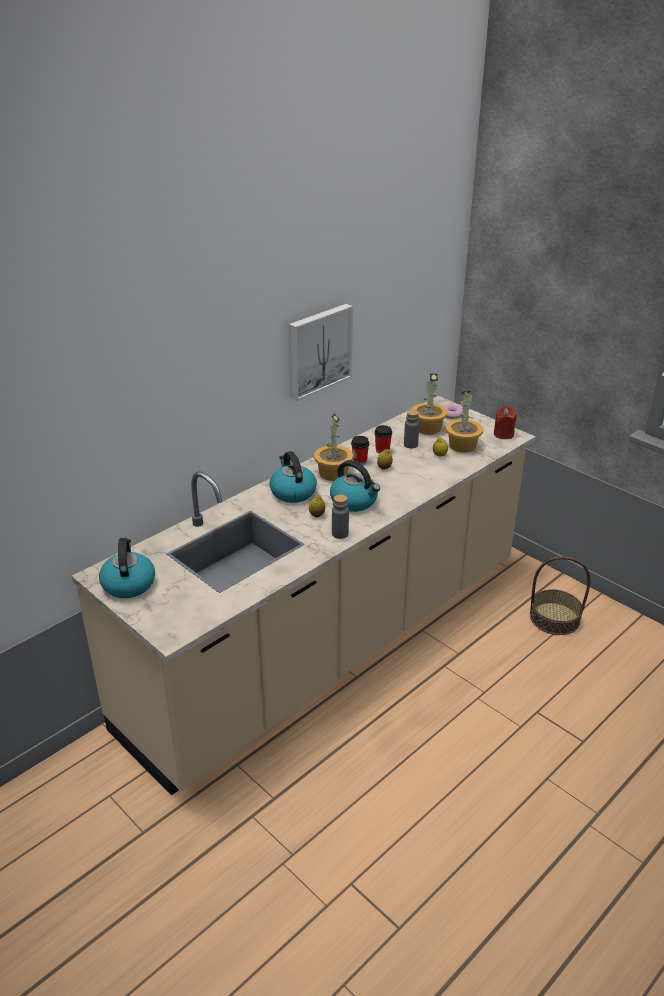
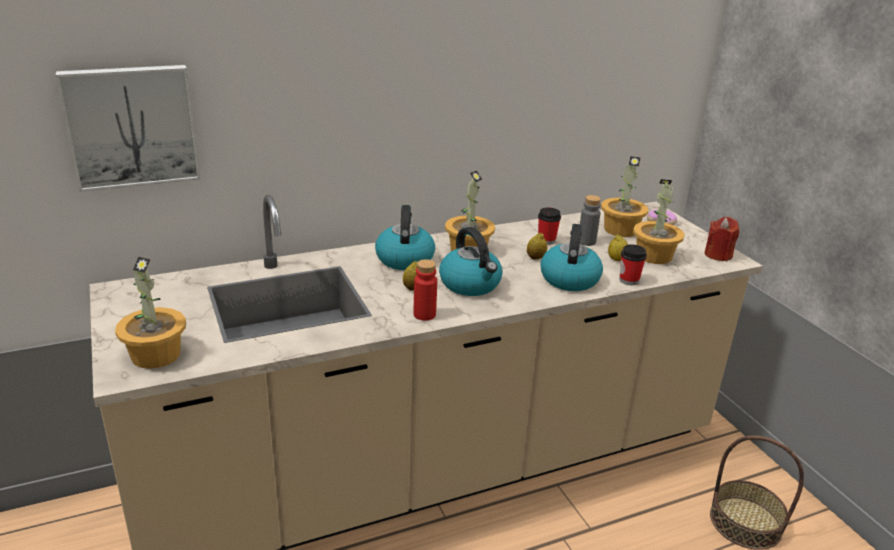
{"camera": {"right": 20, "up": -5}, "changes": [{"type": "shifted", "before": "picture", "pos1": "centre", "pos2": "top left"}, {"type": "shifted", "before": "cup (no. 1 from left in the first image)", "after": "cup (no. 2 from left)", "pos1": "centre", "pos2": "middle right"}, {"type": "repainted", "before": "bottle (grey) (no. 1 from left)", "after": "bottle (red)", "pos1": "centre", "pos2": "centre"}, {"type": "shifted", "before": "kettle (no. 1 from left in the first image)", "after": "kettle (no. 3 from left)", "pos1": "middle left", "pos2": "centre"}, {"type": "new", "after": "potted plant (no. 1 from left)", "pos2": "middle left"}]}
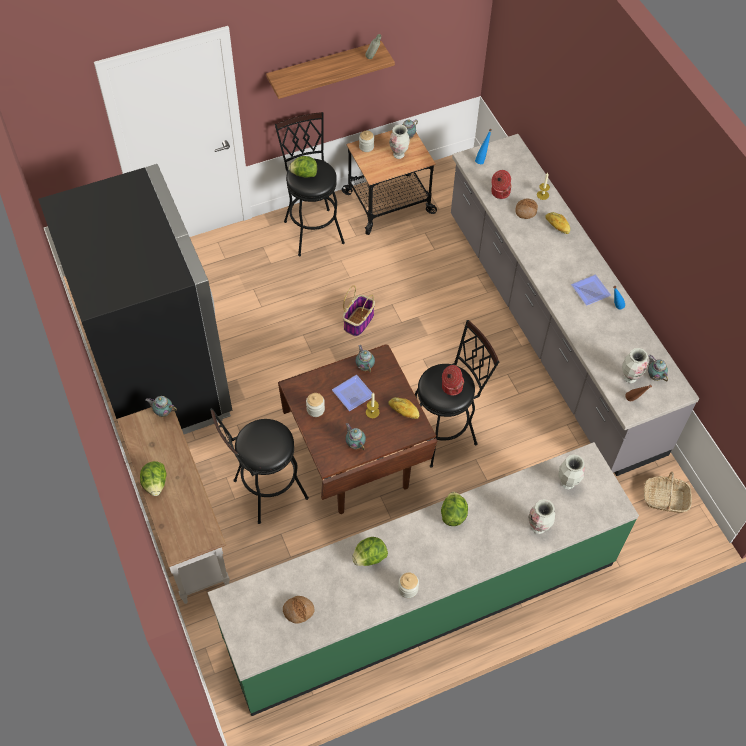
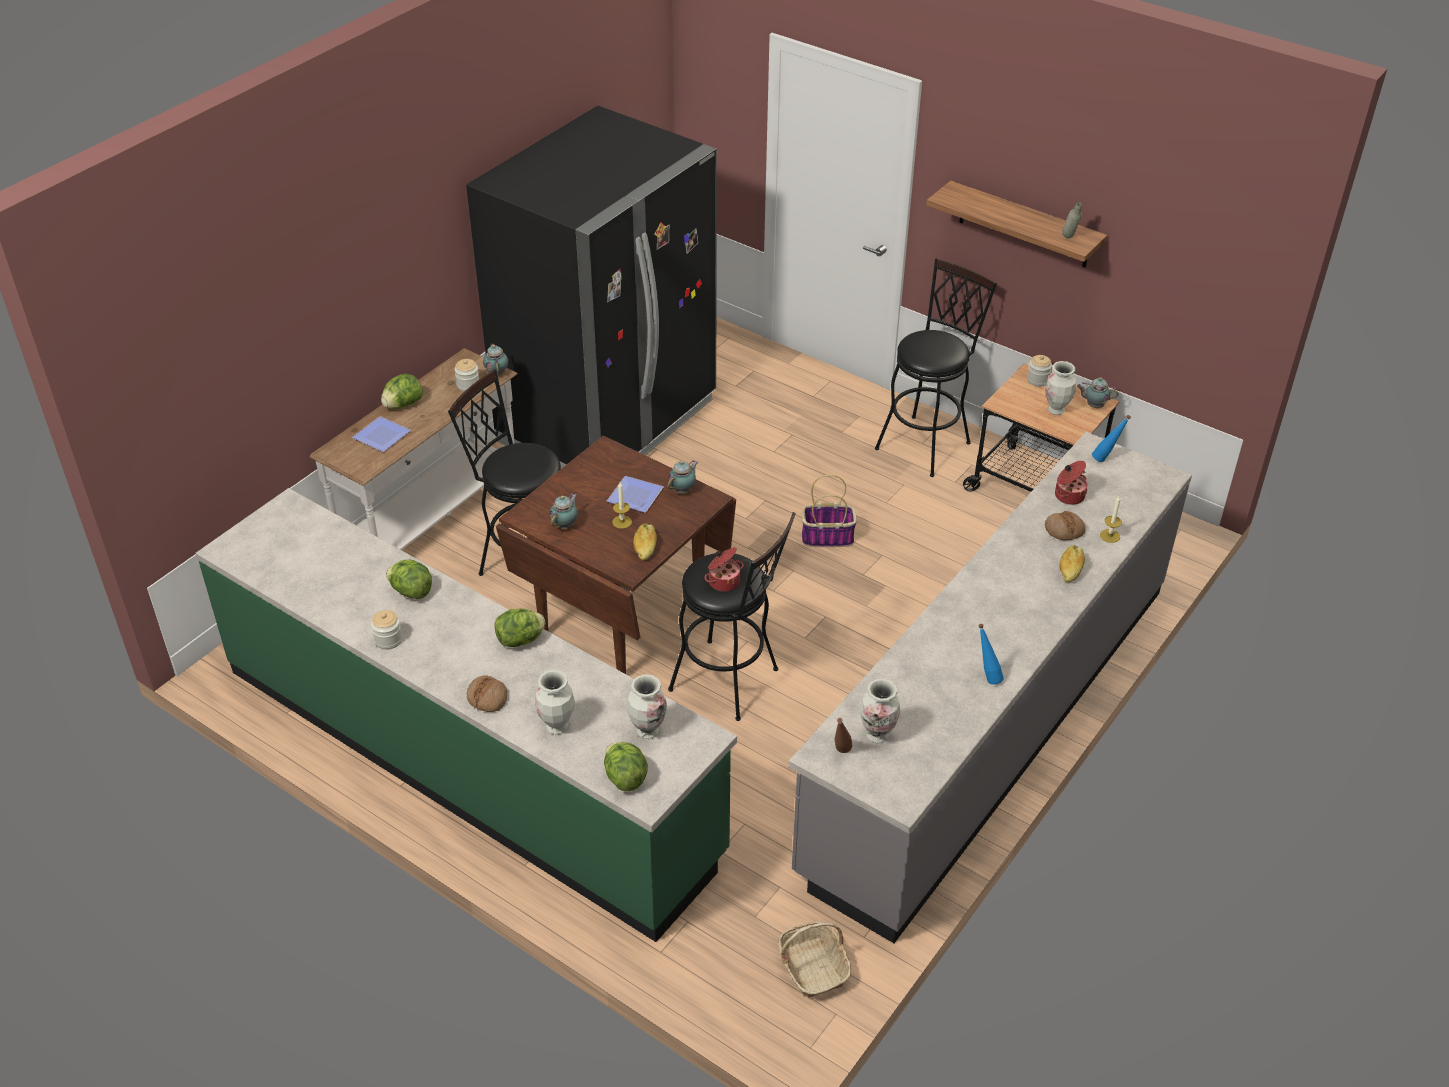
{"camera": {"right": 60, "up": -15}, "changes": [{"type": "shifted", "before": "lettuce (no. 2 from left in the first image)", "after": "lettuce (no. 4 from left)", "pos1": "top centre", "pos2": "bottom centre"}, {"type": "shifted", "before": "plate (no. 2 from left in the first image)", "after": "plate (no. 1 from left)", "pos1": "middle right", "pos2": "middle left"}, {"type": "gone", "before": "teapot (no. 5 from left)", "pos1": "middle right"}, {"type": "shifted", "before": "jar (no. 1 from left in the first image)", "after": "jar (no. 2 from left)", "pos1": "centre", "pos2": "middle left"}, {"type": "shifted", "before": "bread (no. 1 from left)", "pos1": "bottom centre", "pos2": "centre"}]}
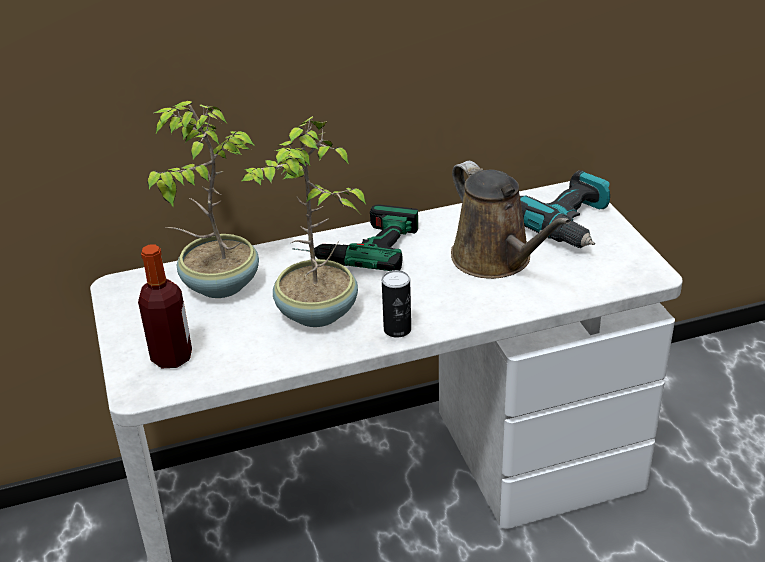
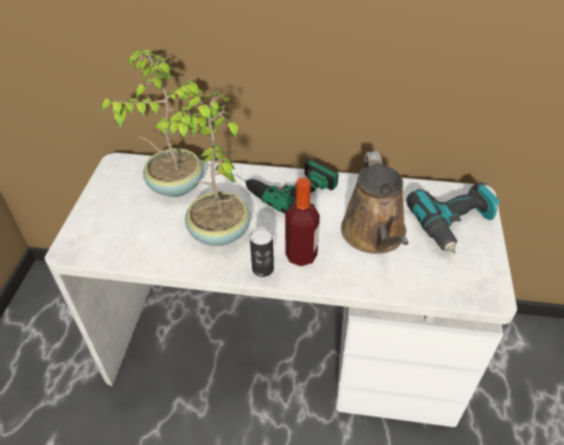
{"camera": {"right": 25, "up": 10}, "changes": [{"type": "shifted", "before": "bottle", "pos1": "middle left", "pos2": "centre"}]}
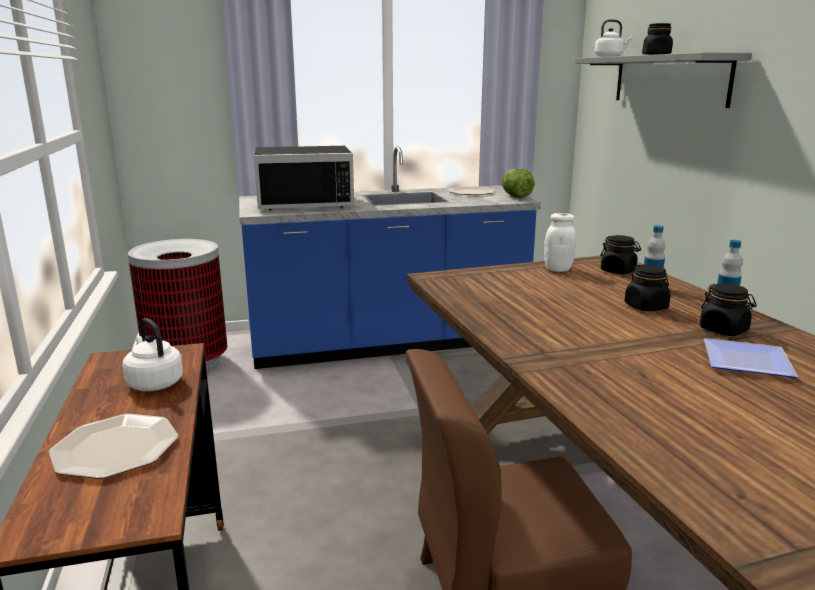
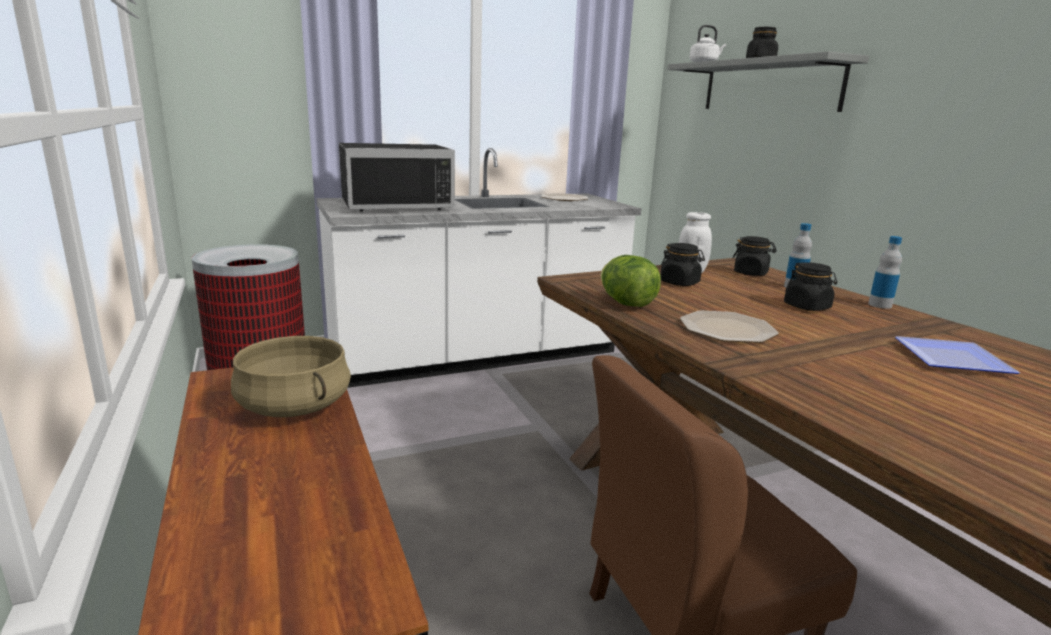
{"camera": {"right": -10, "up": 0}, "changes": [{"type": "repainted", "before": "counter (blue)", "after": "counter (white)", "pos1": "centre", "pos2": "centre"}, {"type": "shifted", "before": "lettuce", "pos1": "top centre", "pos2": "centre"}, {"type": "shifted", "before": "jar (black) (no. 4 from left in the first image)", "after": "jar (black) (no. 1 from left)", "pos1": "middle right", "pos2": "centre"}, {"type": "swapped", "before": "kettle (white) (no. 1 from left)", "after": "cooking pot (beige)", "pos1": "middle left", "pos2": "middle left"}, {"type": "shifted", "before": "plate (no. 1 from left in the first image)", "after": "plate (no. 2 from left)", "pos1": "bottom left", "pos2": "middle right"}]}
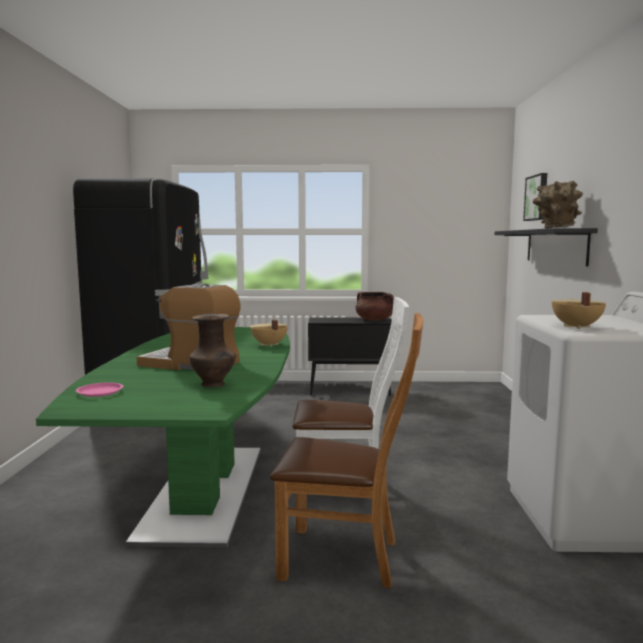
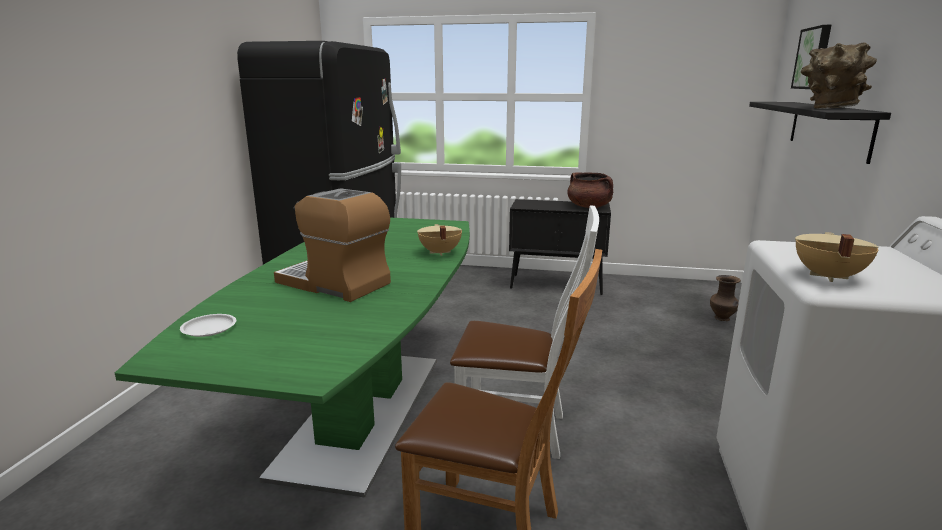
{"camera": {"right": 10, "up": 10}, "changes": [{"type": "shifted", "before": "vase (brown) (no. 1 from left)", "pos1": "middle left", "pos2": "middle right"}, {"type": "repainted", "before": "plate (pink)", "after": "plate (white)", "pos1": "middle left", "pos2": "middle left"}]}
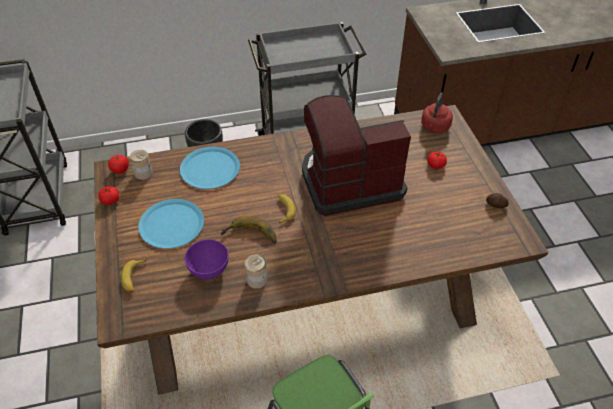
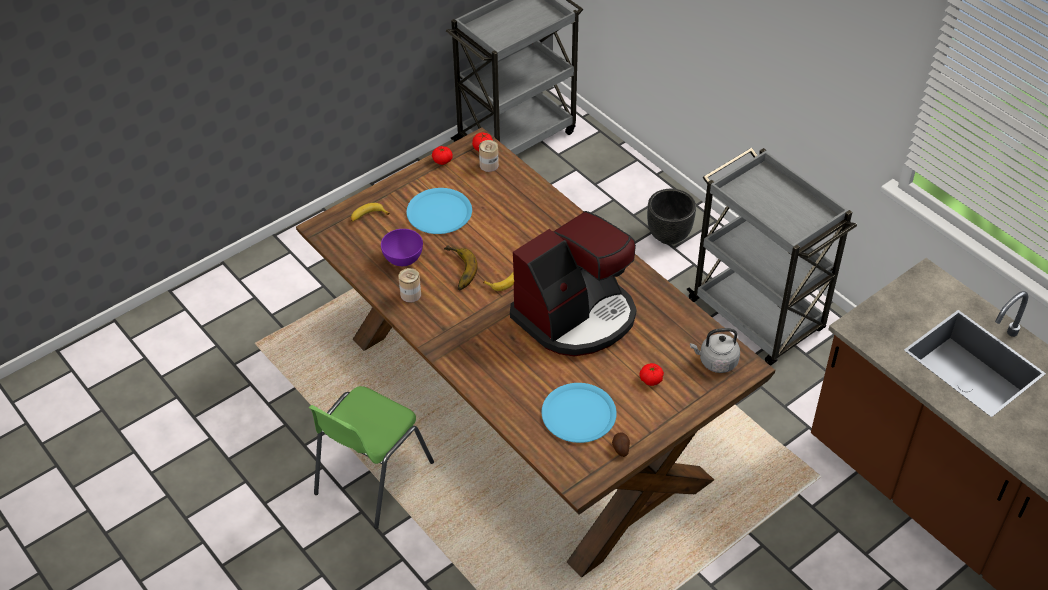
{"camera": {"right": 65, "up": 0}, "changes": [{"type": "repainted", "before": "kettle (red)", "after": "kettle (grey)", "pos1": "top right", "pos2": "middle right"}, {"type": "rotated", "before": "coffee machine", "pos1": "centre", "pos2": "centre", "turn": 90}, {"type": "shifted", "before": "plate (blue) (no. 2 from left)", "pos1": "centre", "pos2": "bottom centre"}]}
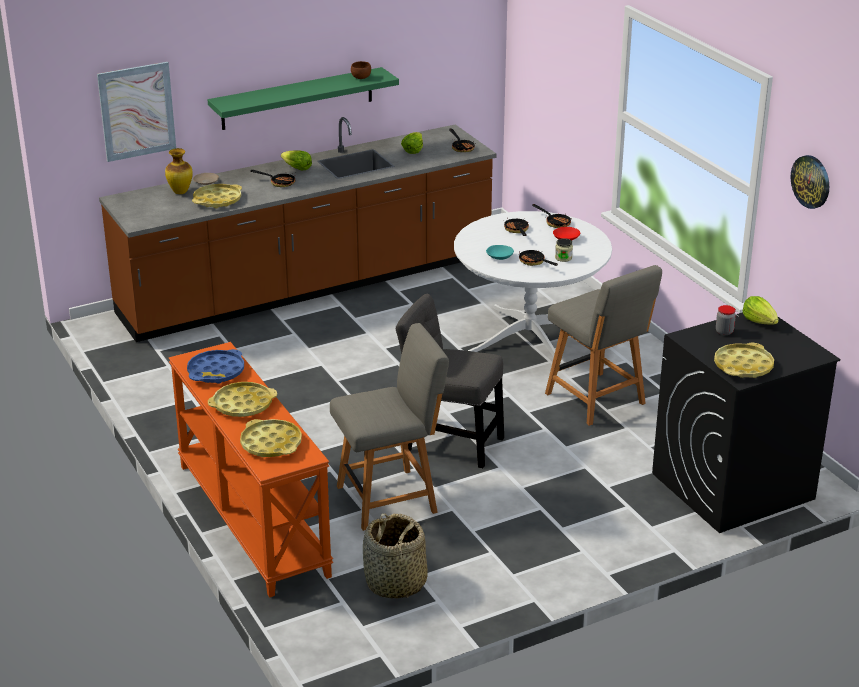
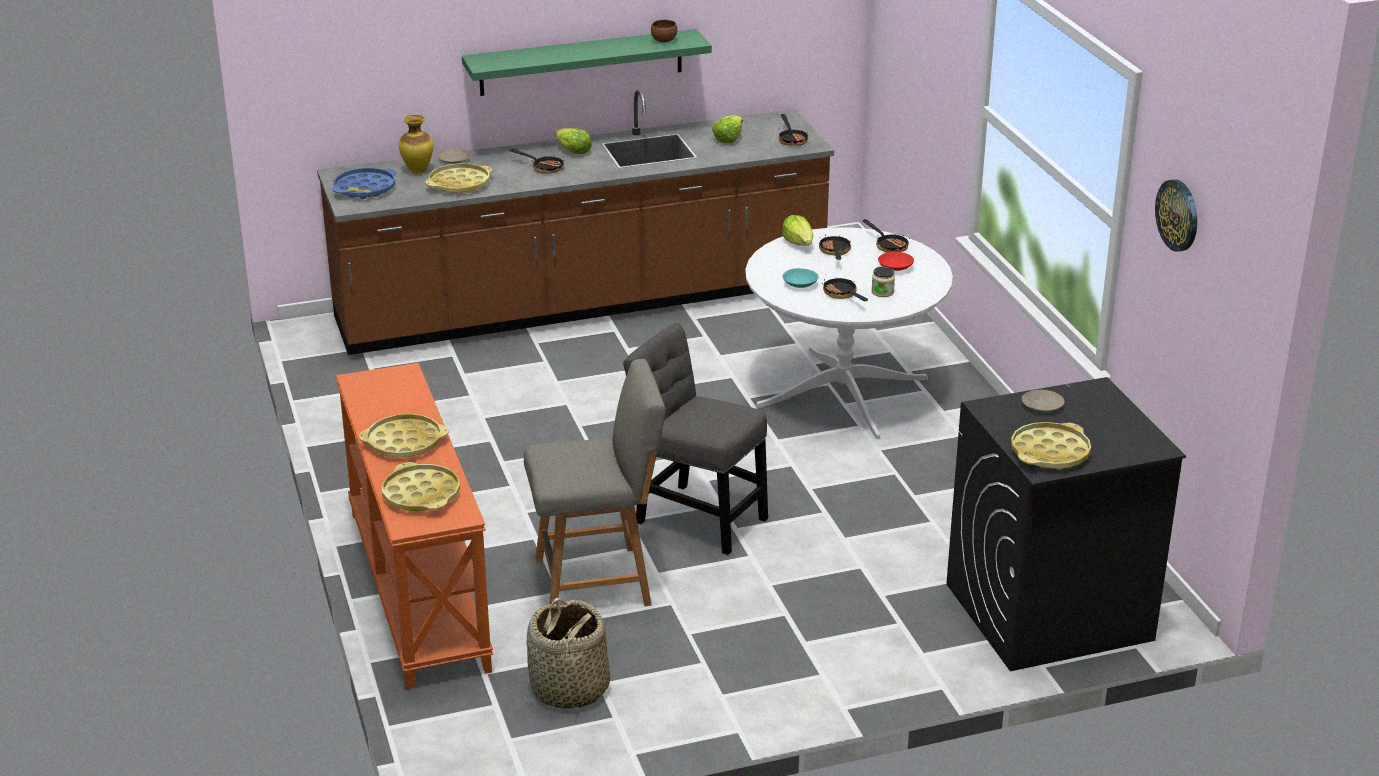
{"camera": {"right": 10, "up": 0}, "changes": [{"type": "gone", "before": "picture", "pos1": "top left"}, {"type": "gone", "before": "chair (grey) (no. 3 from left)", "pos1": "middle right"}, {"type": "shifted", "before": "lettuce (no. 3 from left)", "pos1": "middle right", "pos2": "top centre"}, {"type": "swapped", "before": "jar (no. 2 from left)", "after": "plate (beige) (no. 2 from left)", "pos1": "middle right", "pos2": "middle right"}, {"type": "shifted", "before": "tray (blue)", "pos1": "middle left", "pos2": "top left"}]}
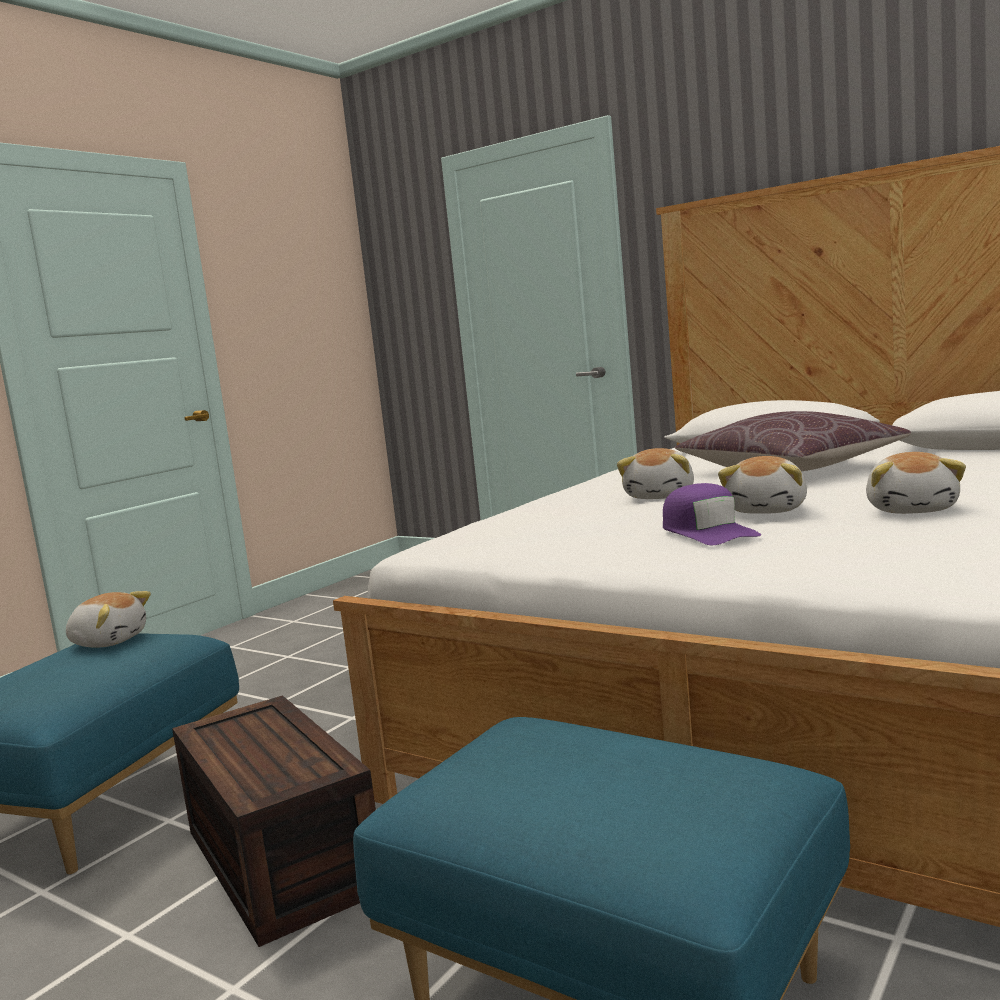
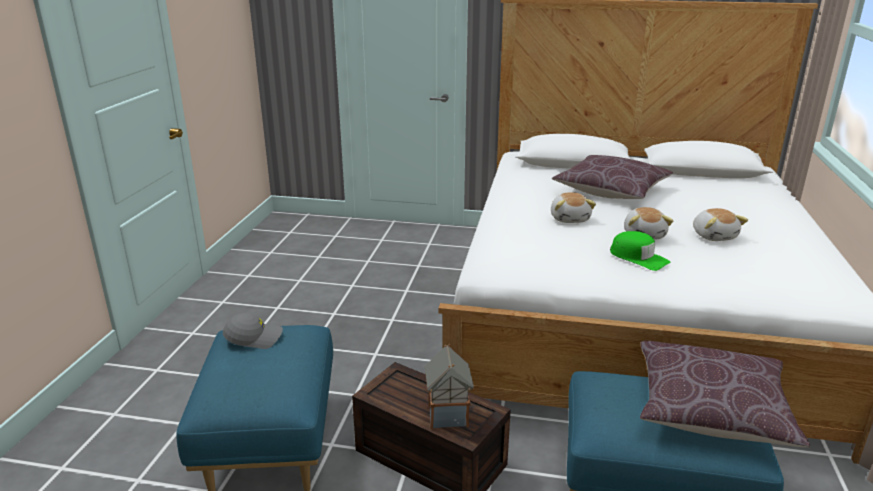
{"camera": {"right": -25, "up": 15}, "changes": [{"type": "repainted", "before": "cap (purple)", "after": "cap (green)", "pos1": "middle right", "pos2": "middle right"}, {"type": "swapped", "before": "plush toy (no. 1 from left)", "after": "cap (grey)", "pos1": "middle left", "pos2": "bottom left"}, {"type": "new", "after": "pillow (brown) (no. 2 from left)", "pos2": "bottom right"}, {"type": "new", "after": "toy house", "pos2": "bottom centre"}]}
